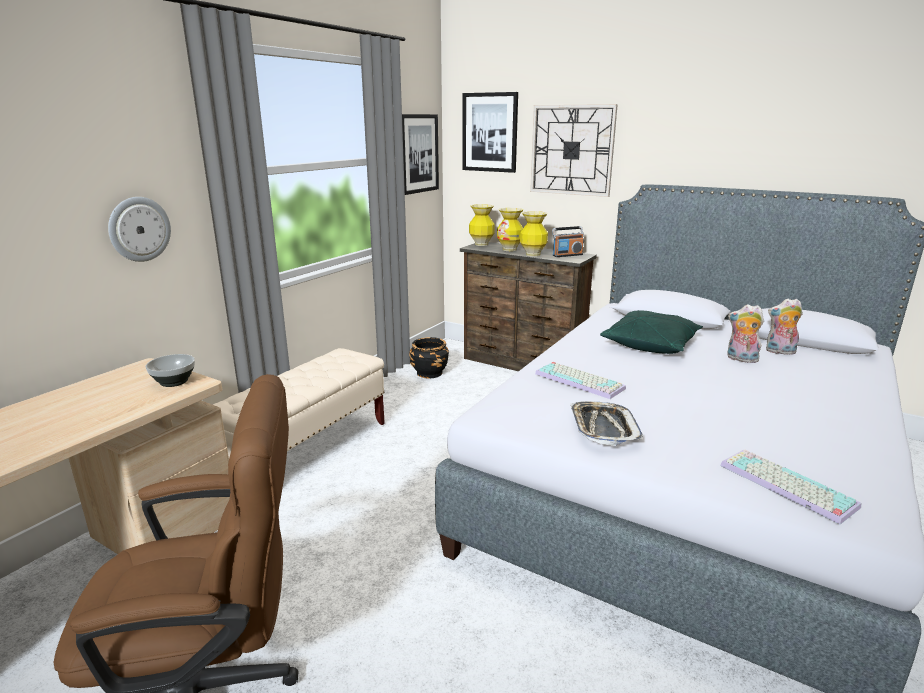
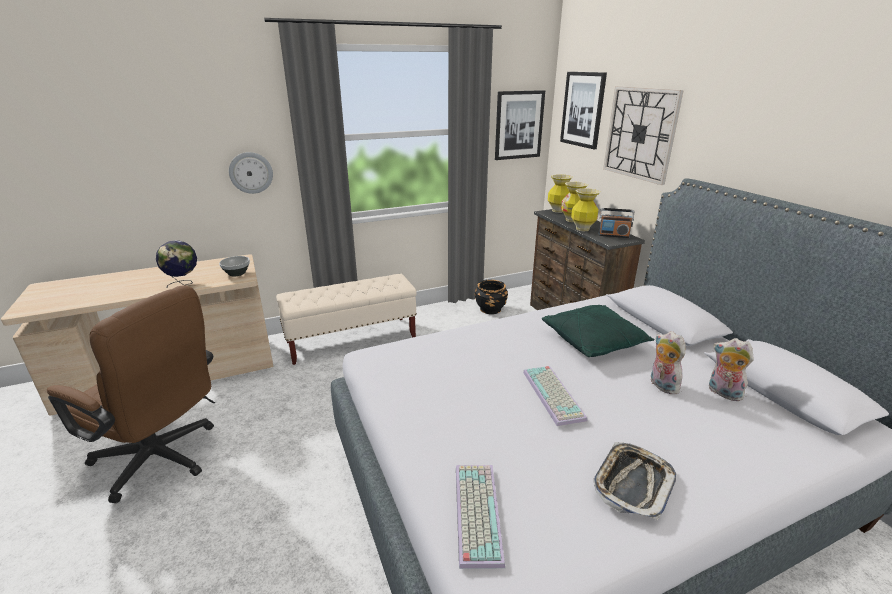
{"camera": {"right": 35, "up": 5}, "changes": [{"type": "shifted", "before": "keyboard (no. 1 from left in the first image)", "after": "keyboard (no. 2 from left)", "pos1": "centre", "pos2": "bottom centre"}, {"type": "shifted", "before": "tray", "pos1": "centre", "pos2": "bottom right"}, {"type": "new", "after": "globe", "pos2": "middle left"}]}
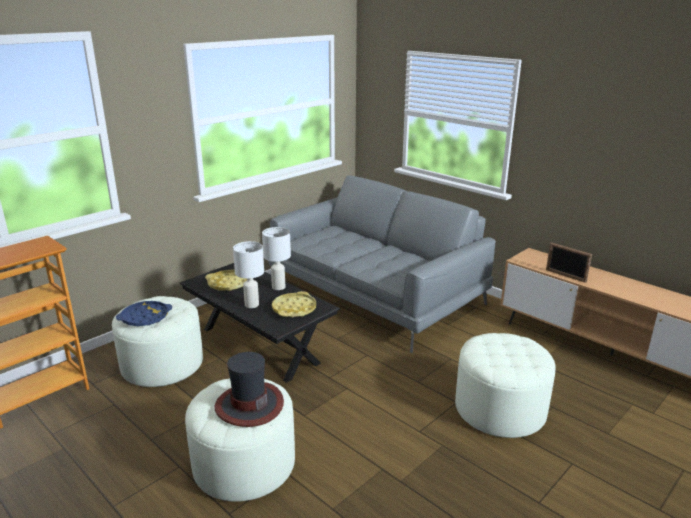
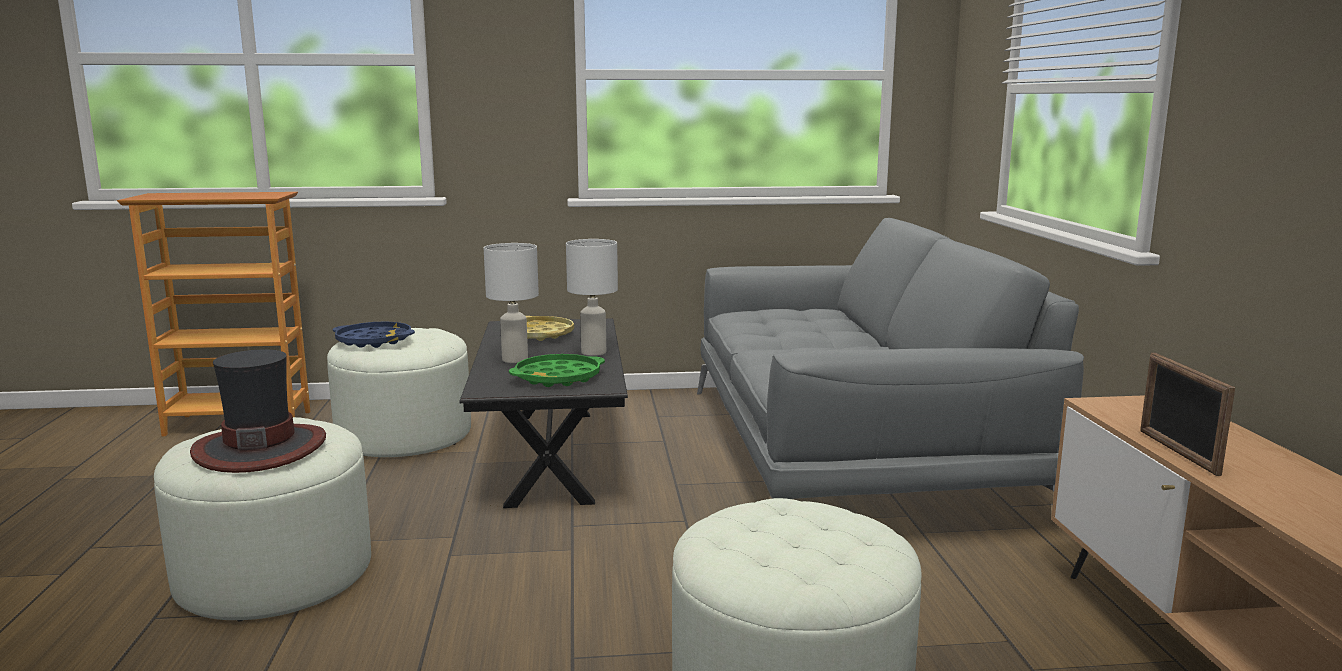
{"camera": {"right": 40, "up": -10}, "changes": [{"type": "repainted", "before": "tray (yellow) (no. 2 from left)", "after": "tray (green)", "pos1": "centre", "pos2": "centre"}]}
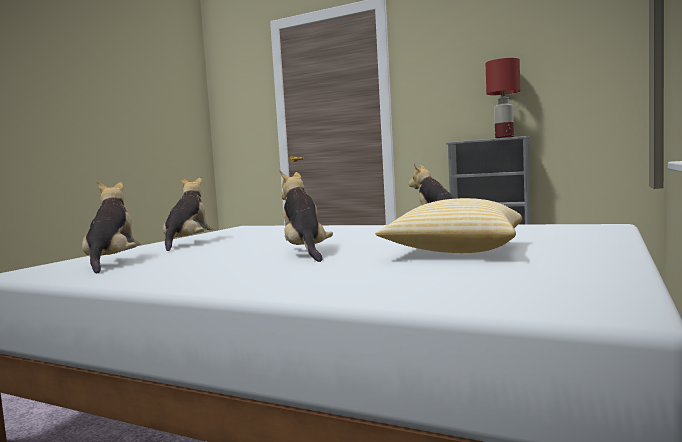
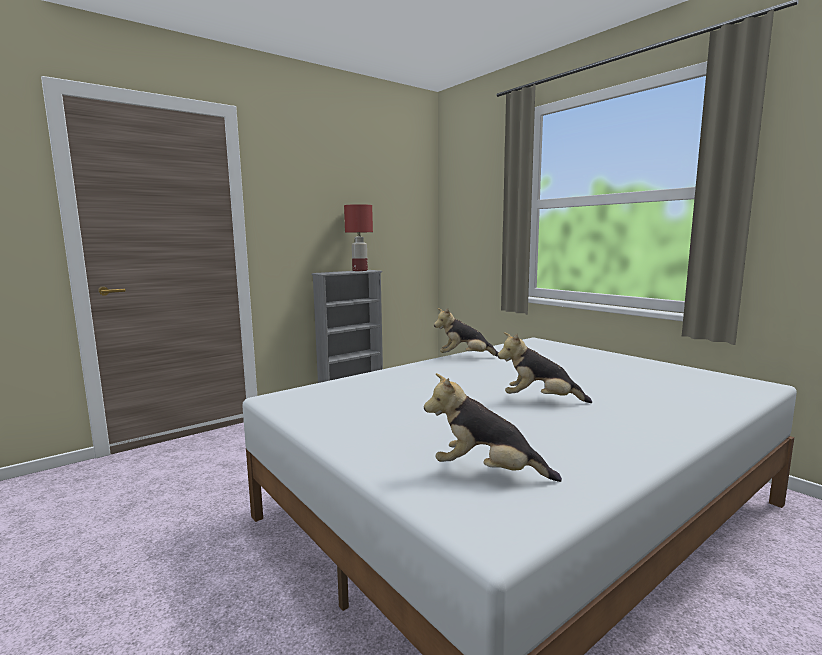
{"camera": {"right": -65, "up": 5}, "changes": [{"type": "gone", "before": "plush toy (no. 2 from left)", "pos1": "middle left"}, {"type": "gone", "before": "pillow", "pos1": "centre"}]}
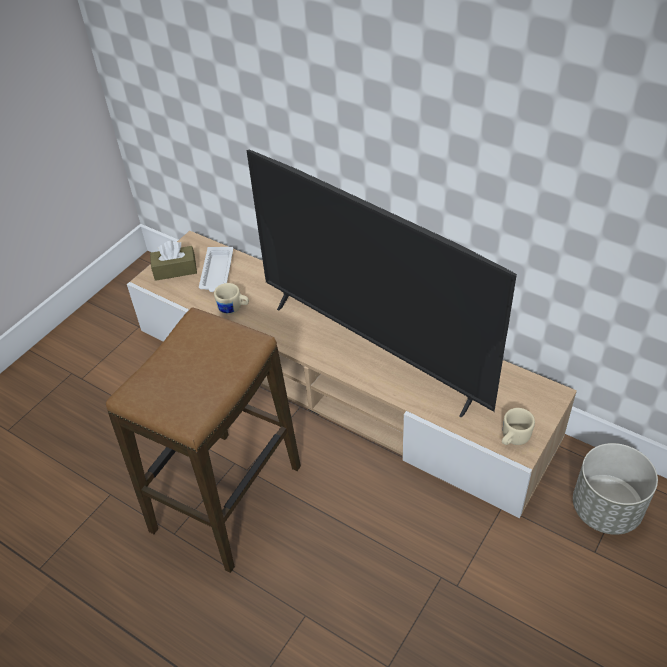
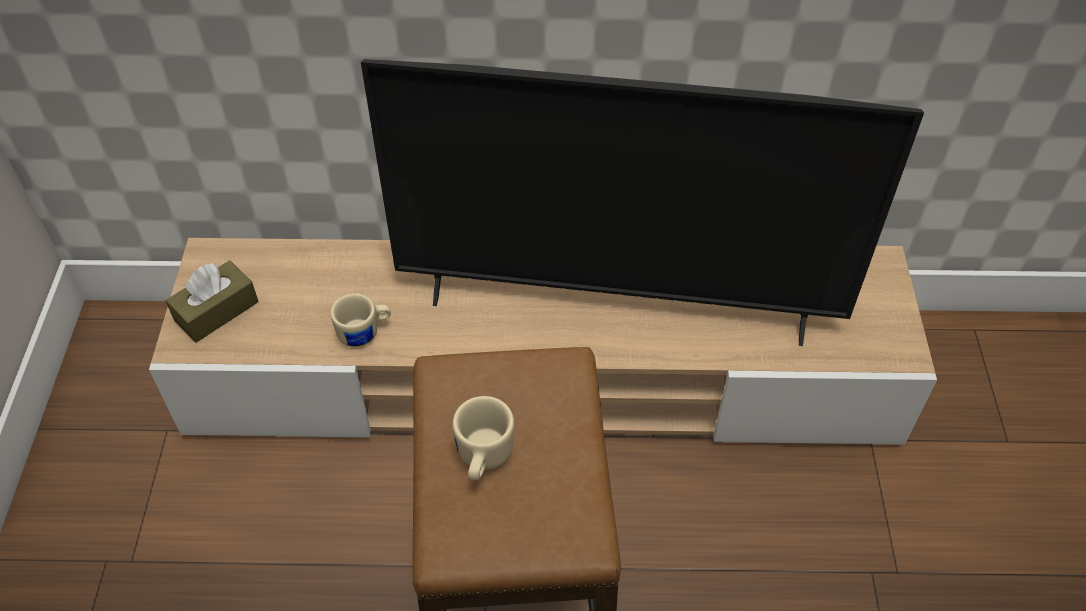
{"camera": {"right": -35, "up": 5}, "changes": [{"type": "gone", "before": "tray (white)", "pos1": "middle left"}, {"type": "shifted", "before": "mug (beige) (no. 2 from left)", "pos1": "middle right", "pos2": "bottom centre"}, {"type": "gone", "before": "planter (grey)", "pos1": "bottom right"}]}
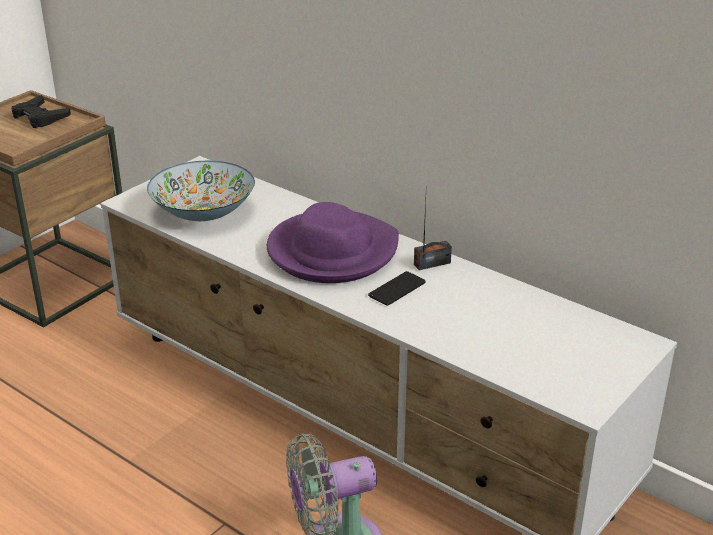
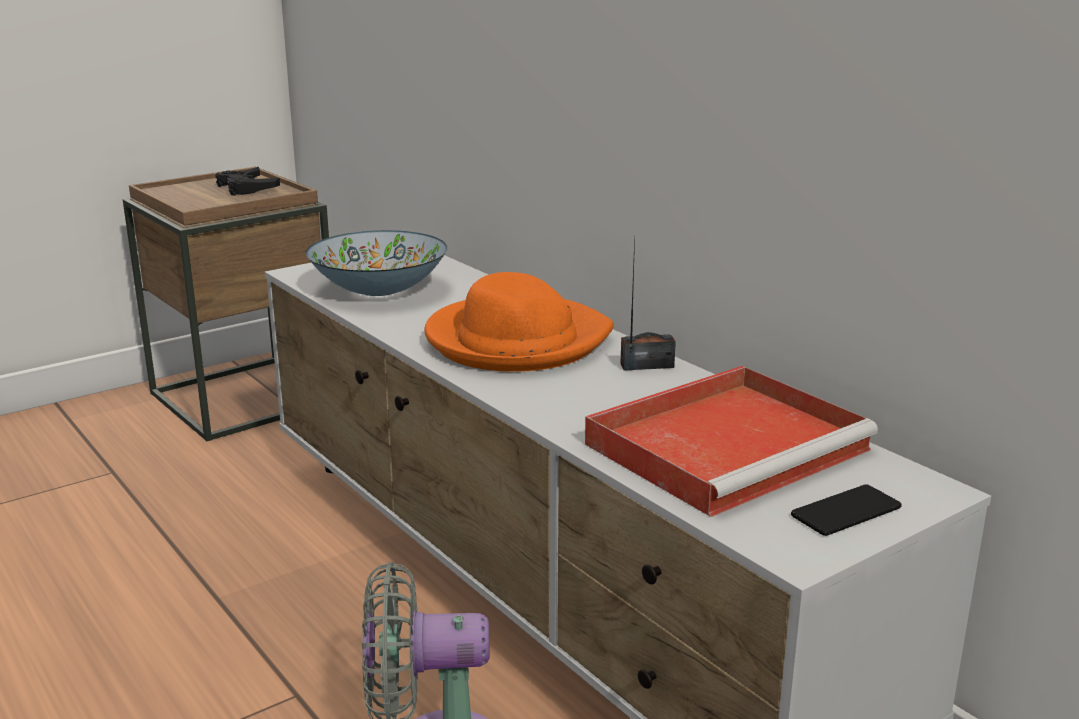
{"camera": {"right": 15, "up": -10}, "changes": [{"type": "repainted", "before": "hat (purple)", "after": "hat (orange)", "pos1": "centre", "pos2": "centre"}, {"type": "shifted", "before": "phone", "pos1": "centre", "pos2": "bottom right"}, {"type": "new", "after": "tray (red)", "pos2": "middle right"}]}
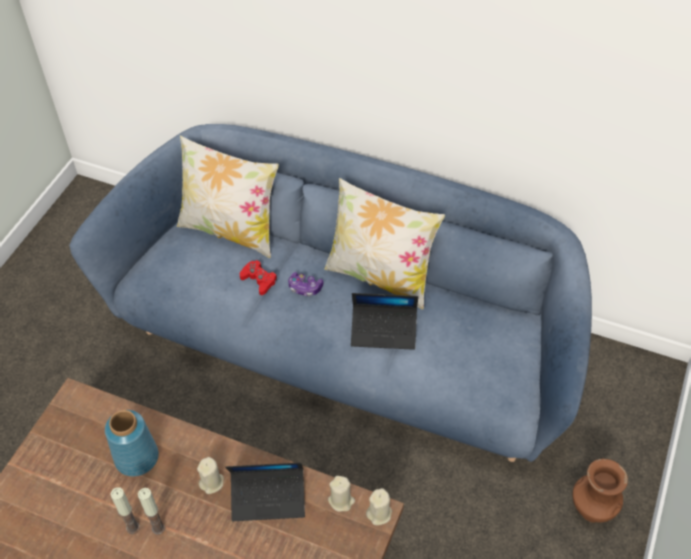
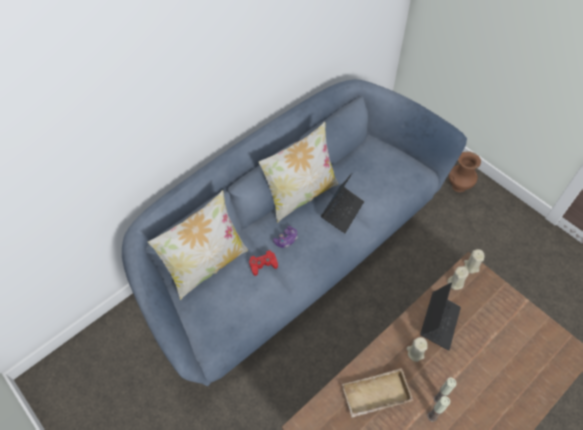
{"camera": {"right": -65, "up": 5}, "changes": [{"type": "swapped", "before": "vase (blue)", "after": "tray (beige)", "pos1": "bottom left", "pos2": "bottom centre"}]}
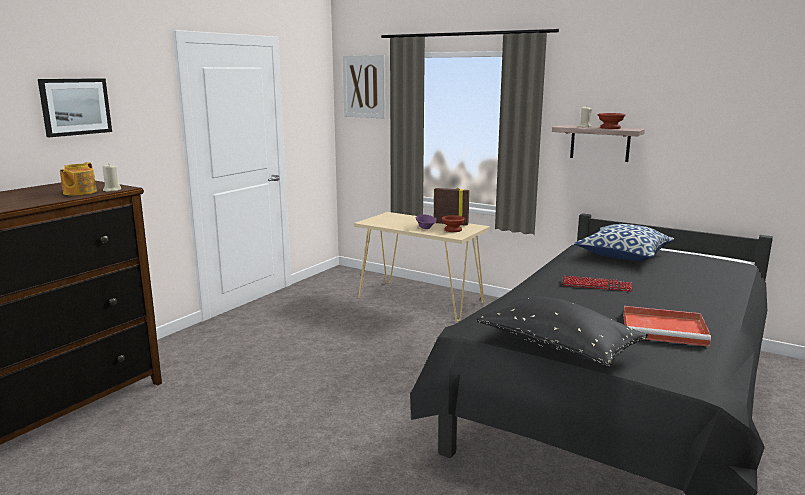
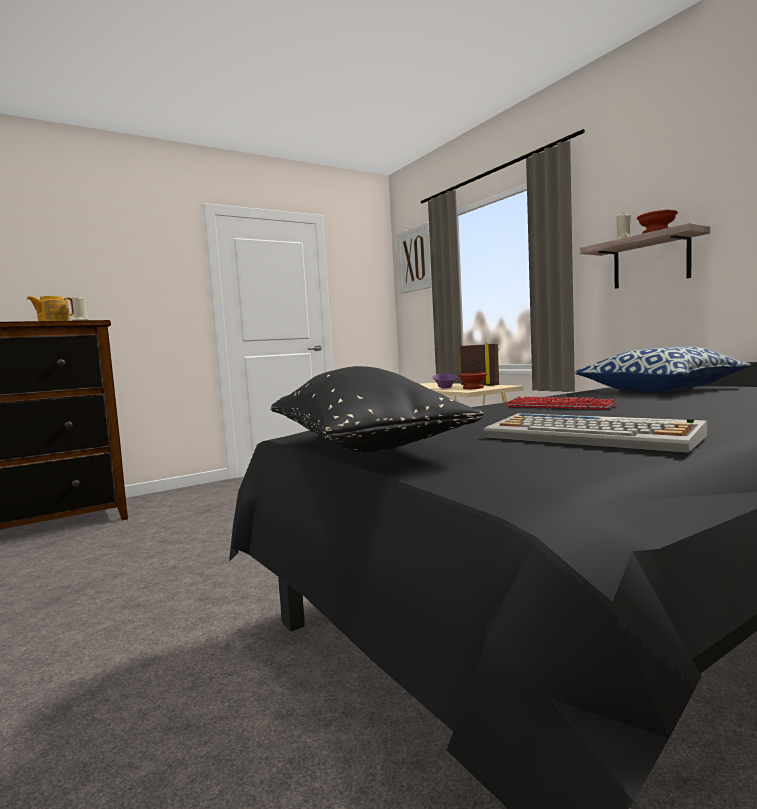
{"camera": {"right": 25, "up": -10}, "changes": [{"type": "gone", "before": "picture (no. 1 from left)", "pos1": "top left"}, {"type": "swapped", "before": "tray (red)", "after": "keyboard (no. 2 from left)", "pos1": "middle right", "pos2": "middle right"}]}
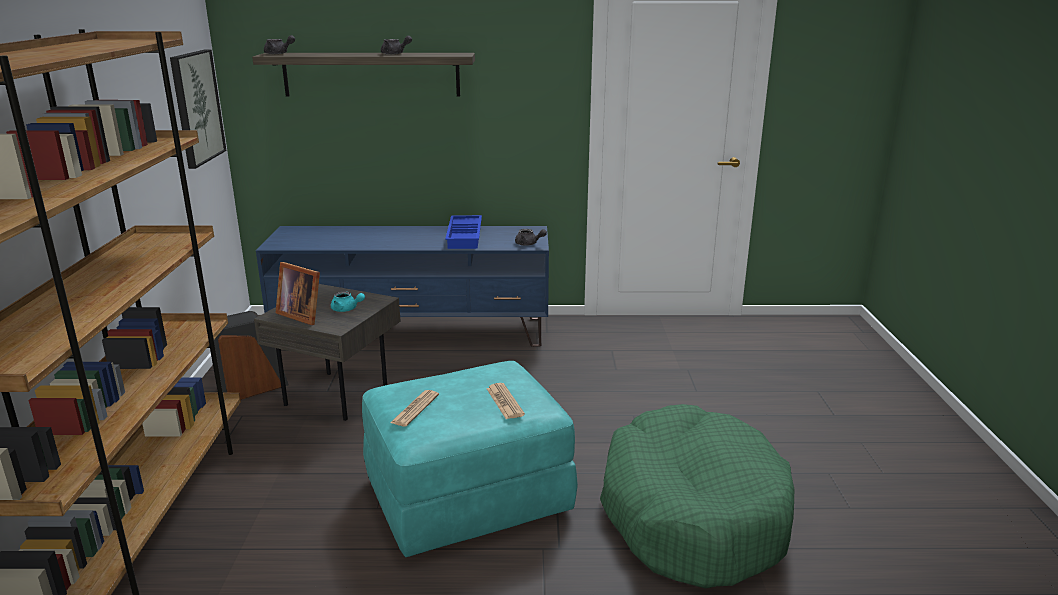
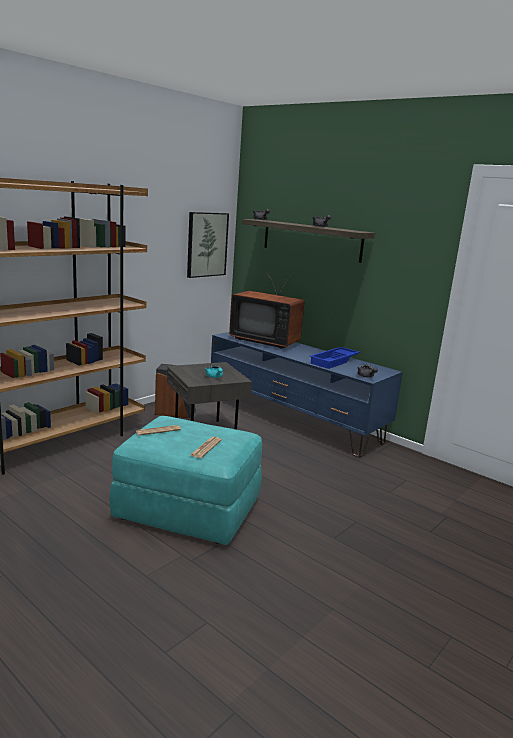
{"camera": {"right": 40, "up": -5}, "changes": [{"type": "gone", "before": "picture frame", "pos1": "middle left"}, {"type": "gone", "before": "dog bed (green)", "pos1": "bottom centre"}, {"type": "new", "after": "television", "pos2": "centre"}]}
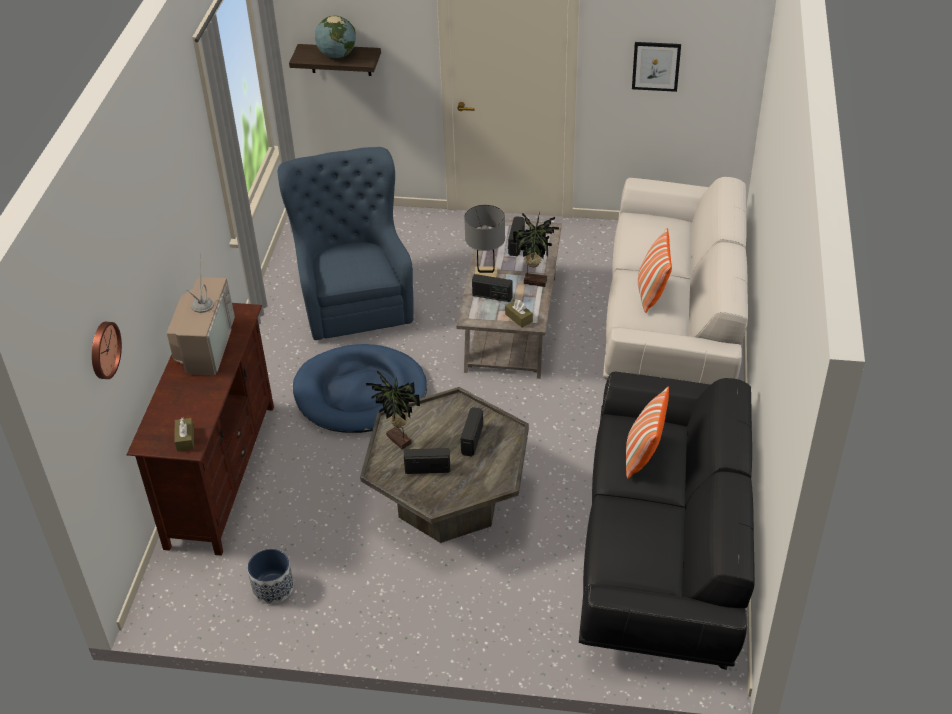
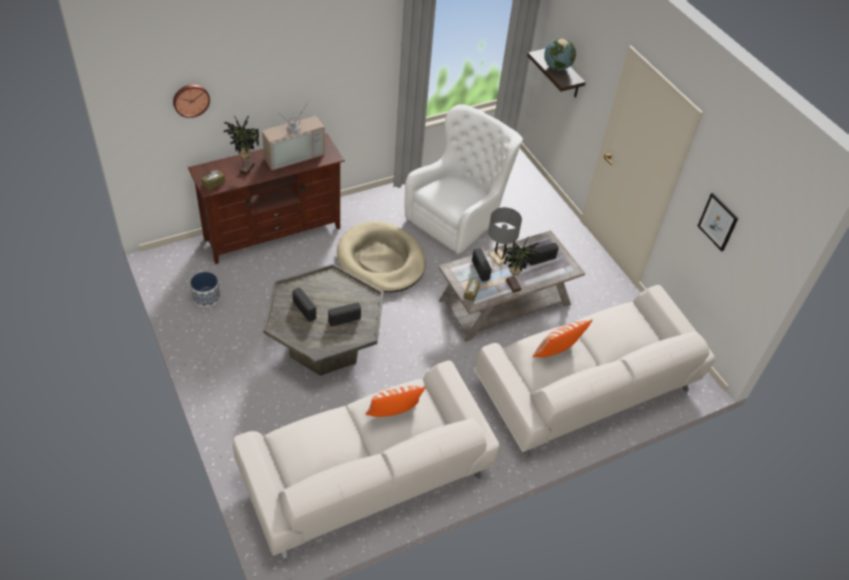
{"camera": {"right": 50, "up": 5}, "changes": [{"type": "repainted", "before": "armchair (blue)", "after": "armchair (white)", "pos1": "centre", "pos2": "top centre"}, {"type": "repainted", "before": "dog bed (blue)", "after": "dog bed (beige)", "pos1": "centre", "pos2": "centre"}, {"type": "shifted", "before": "potted plant (no. 1 from left)", "pos1": "centre", "pos2": "top left"}, {"type": "repainted", "before": "sofa (black)", "after": "sofa (white) (no. 1 from left)", "pos1": "bottom right", "pos2": "bottom centre"}]}
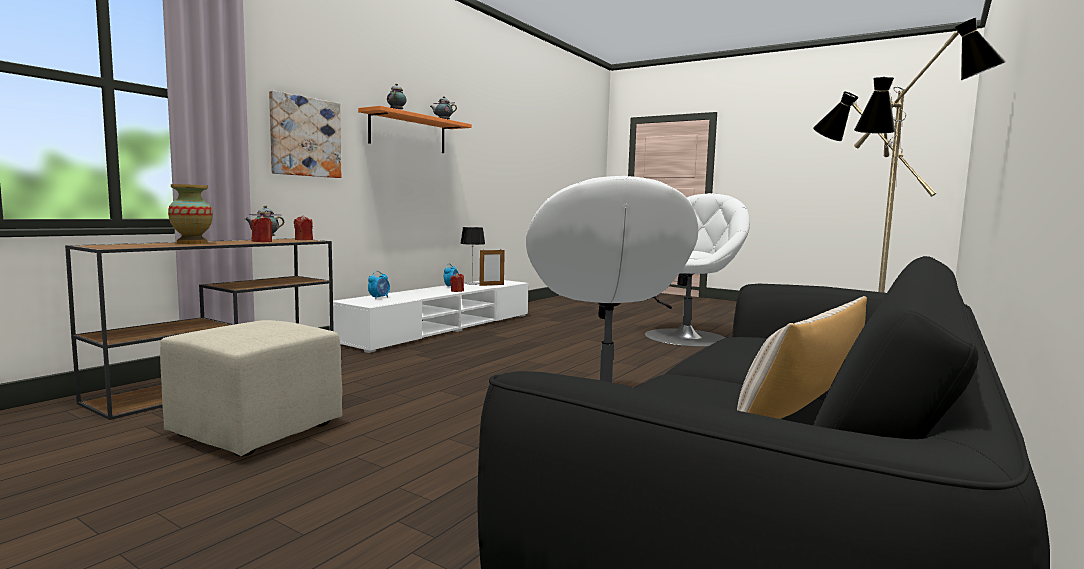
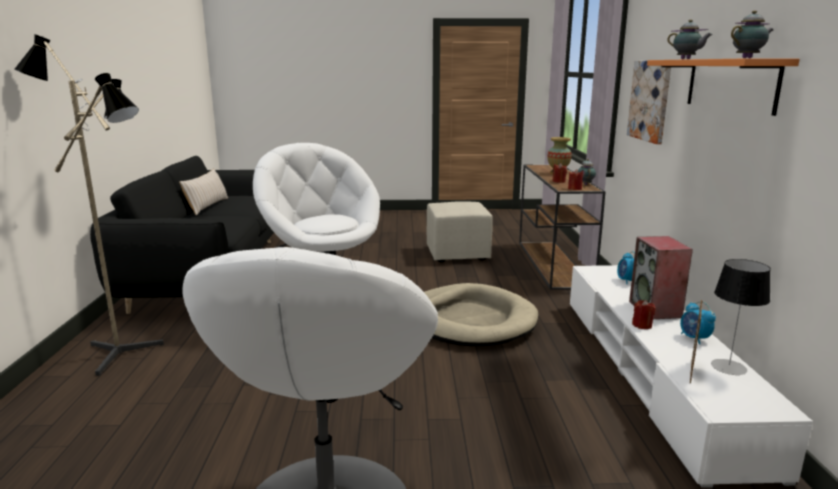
{"camera": {"right": 145, "up": 10}, "changes": [{"type": "new", "after": "speaker", "pos2": "middle right"}, {"type": "new", "after": "dog bed (beige)", "pos2": "centre"}]}
